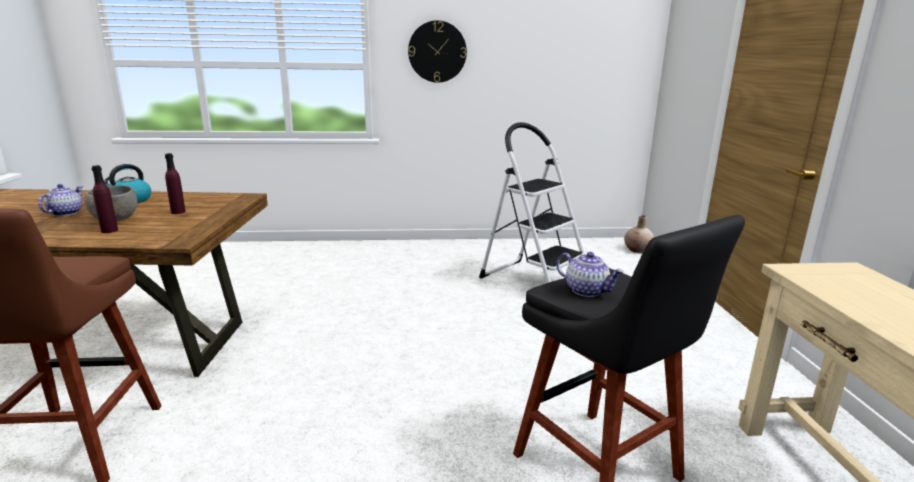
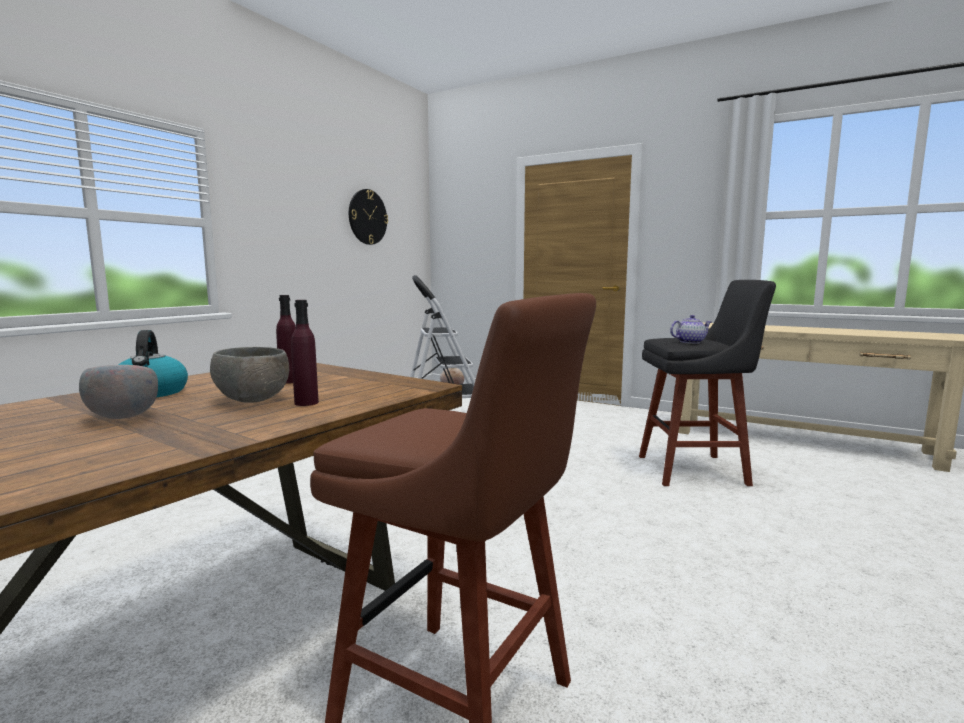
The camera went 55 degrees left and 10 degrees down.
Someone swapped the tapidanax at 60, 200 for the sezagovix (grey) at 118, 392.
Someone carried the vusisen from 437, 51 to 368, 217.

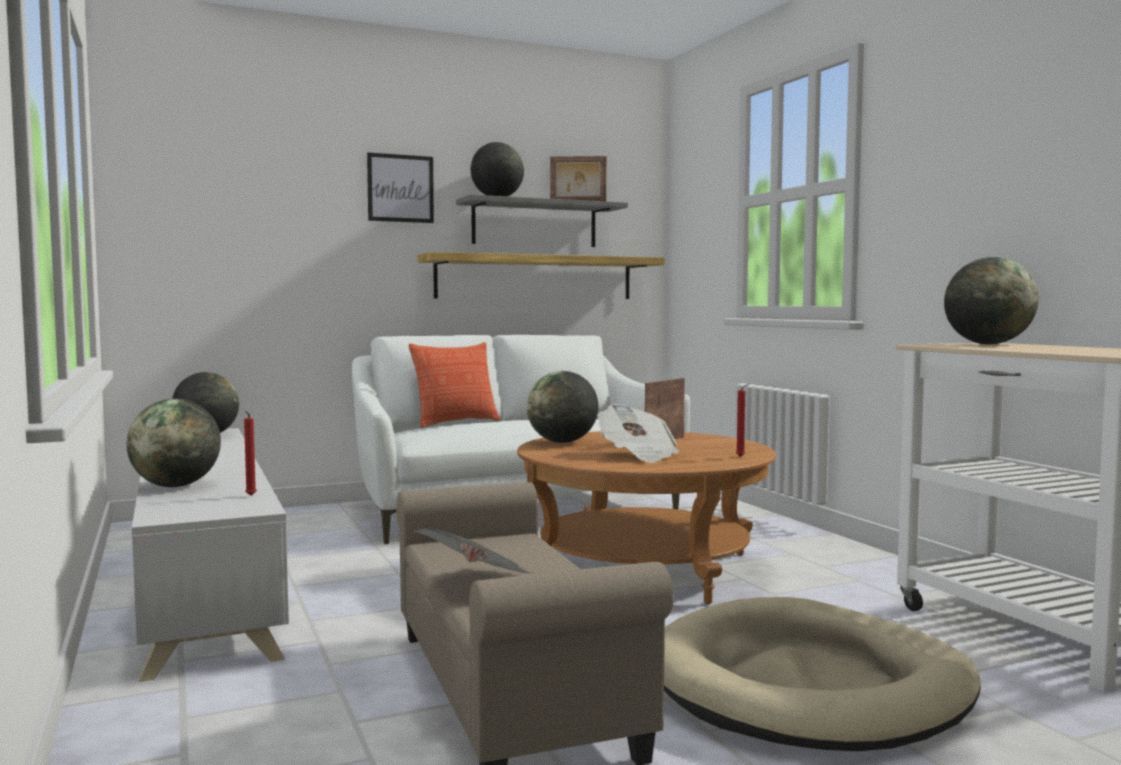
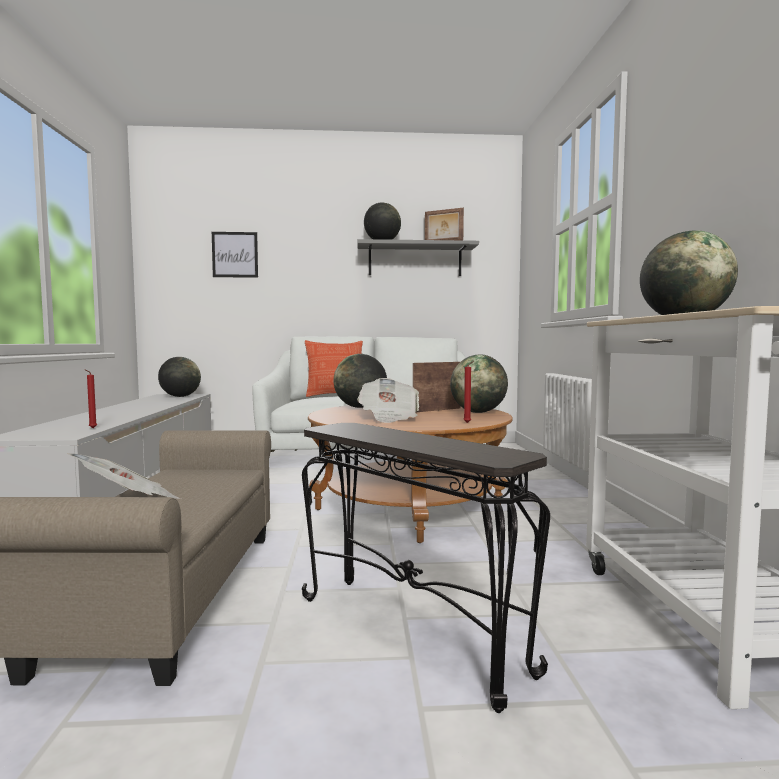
The camera went 20 degrees right and 0 degrees up.
Someone carried the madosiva from 400, 187 to 235, 255.
Someone swapped the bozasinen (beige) at 822, 674 for the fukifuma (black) at 426, 568.
Someone carried the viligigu from 174, 443 to 479, 384.
Someone took away the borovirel at 541, 275.

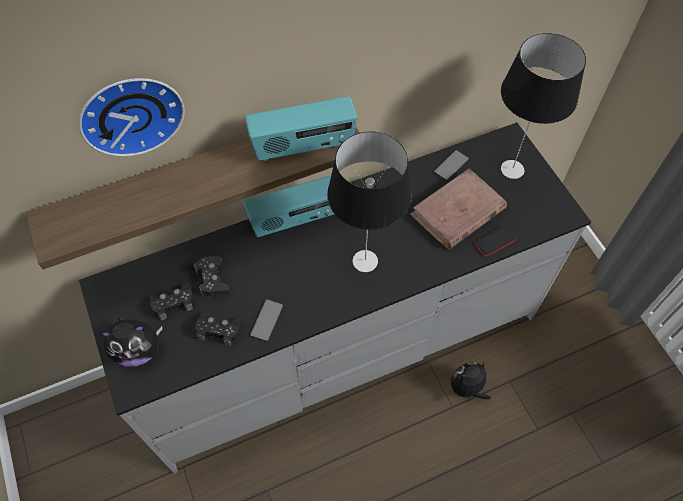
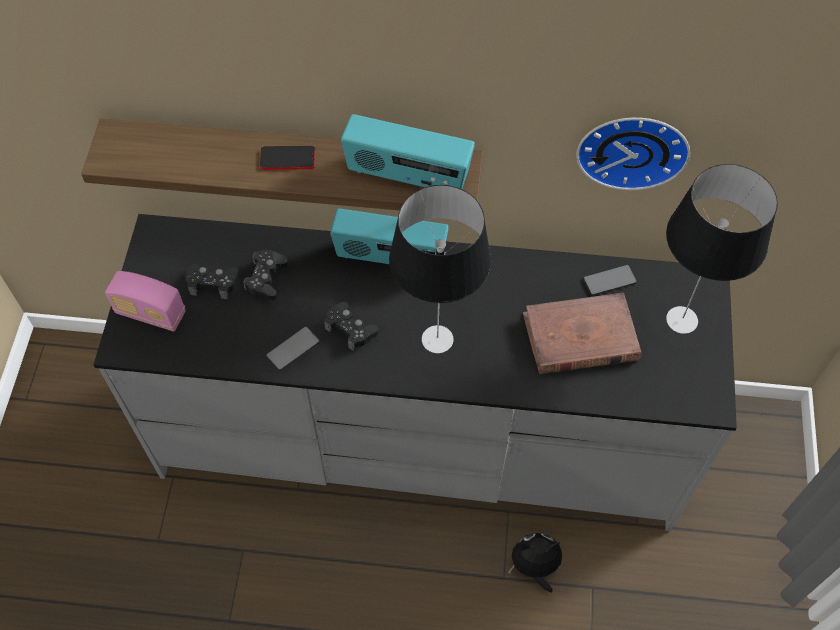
The camera went 30 degrees right and 0 degrees up.
Someone swapped the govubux at 131, 342 for the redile at 145, 301.
Someone carried the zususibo from 495, 241 to 287, 158.
Someone carried the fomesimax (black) from 218, 329 to 351, 326.
Someone carried the vusisen from 132, 117 to 633, 154.

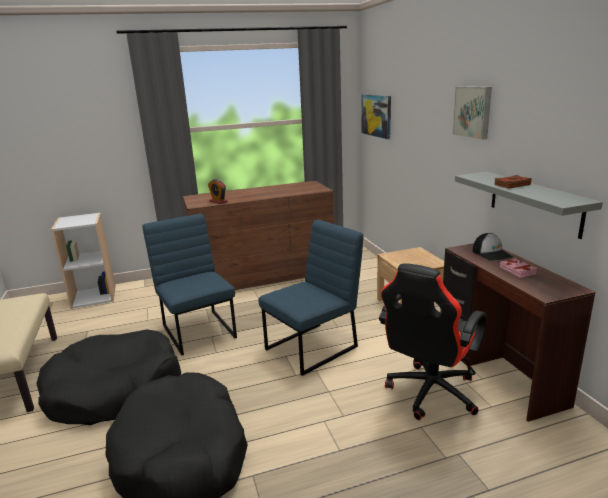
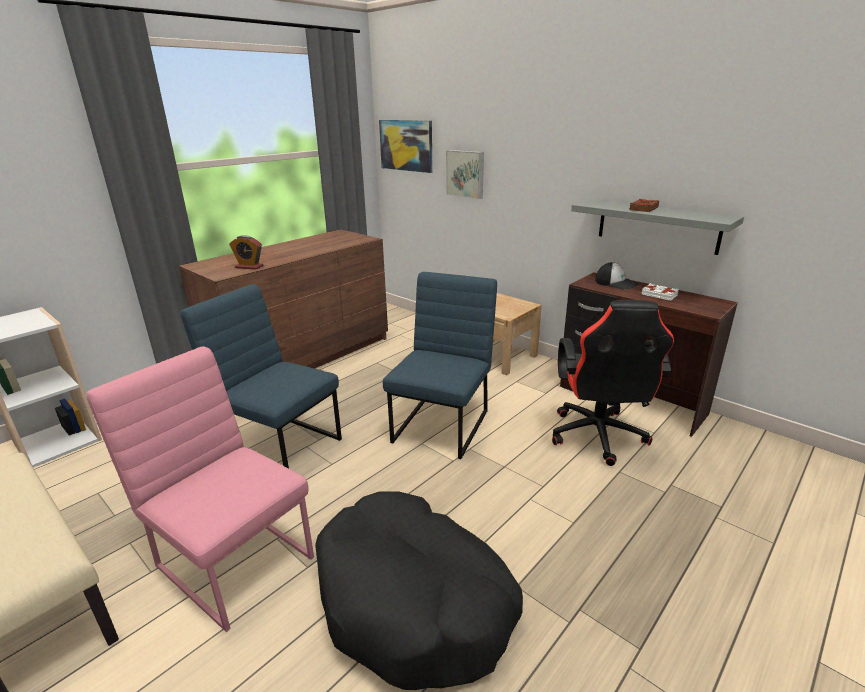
The camera went 30 degrees left and 5 degrees up.
Someone swapped the bozasinen (black) at 108, 377 for the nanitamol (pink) at 200, 489.
Someone carried the madosiva from 472, 113 to 465, 174.
Someone repainted the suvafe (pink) at 518, 268, which became the suvafe (white) at 660, 292.

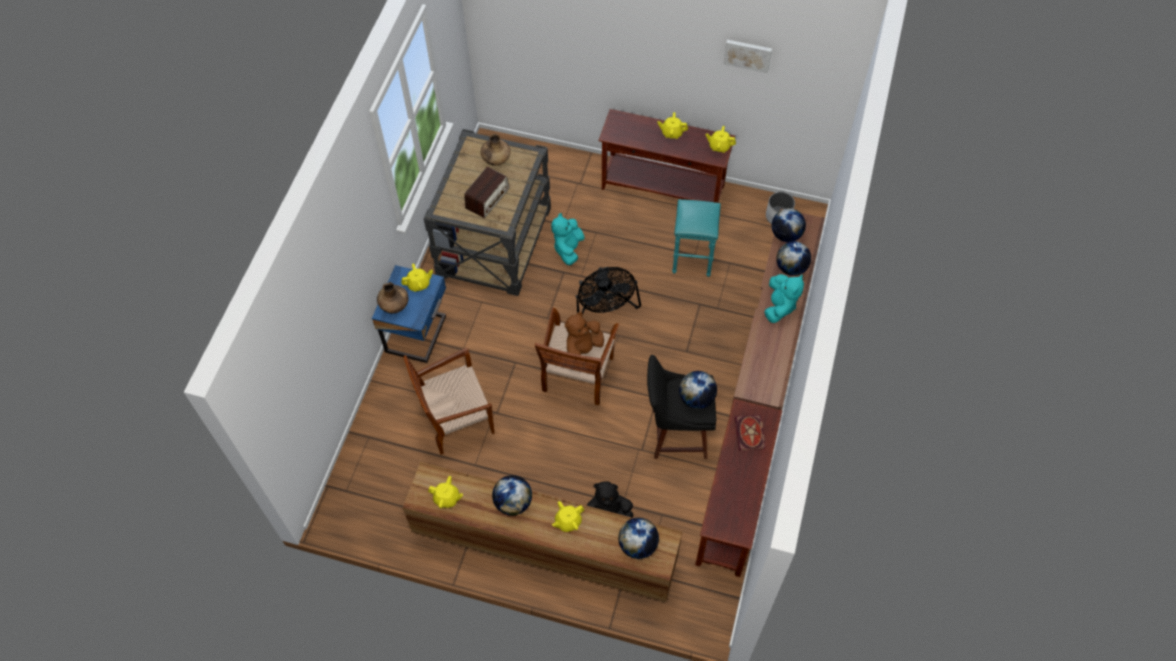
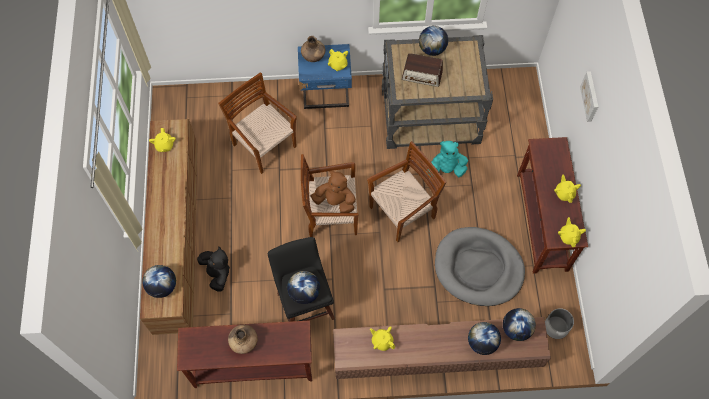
The camera went 70 degrees right and 5 degrees up.
Someone carried the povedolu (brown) from 496, 150 to 243, 339.
Someone swapped the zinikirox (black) at 608, 290 for the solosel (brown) at 406, 192.
Someone carried the tapidanax (yellow) from 568, 516 to 382, 338.
Someone carried the viligigu from 512, 495 to 433, 41.
Someone swapped the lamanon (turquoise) at 696, 238 for the bozasinen (grey) at 480, 266.
Someone carried the madosiva from 747, 56 to 589, 96.
Someone took away the suvafe at 750, 433.
Someone took away the govubux (turquoise) at 784, 298.

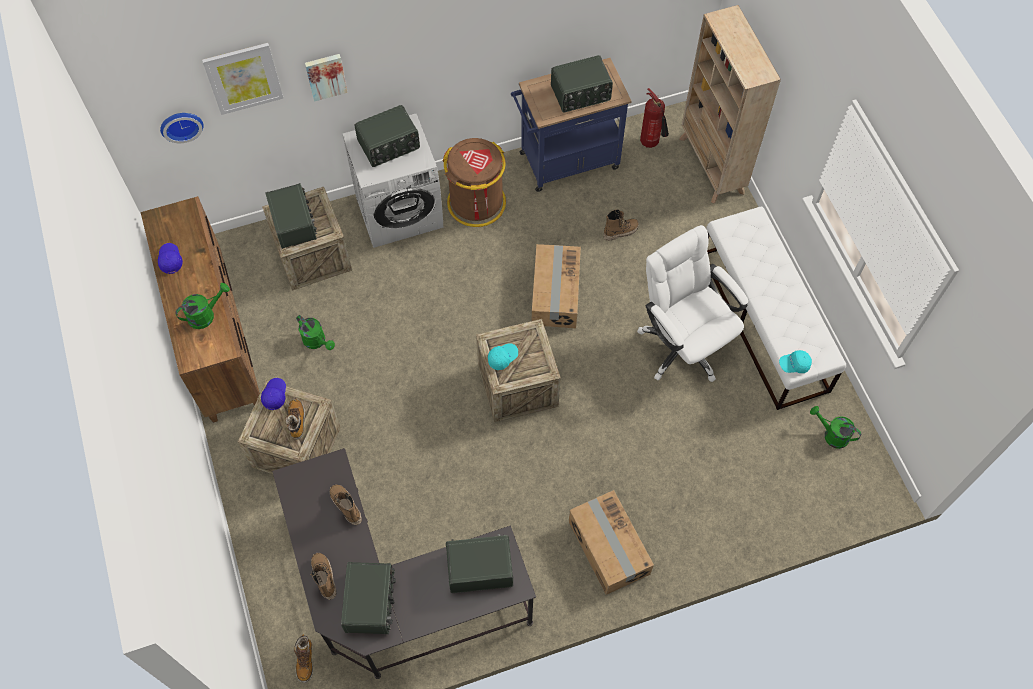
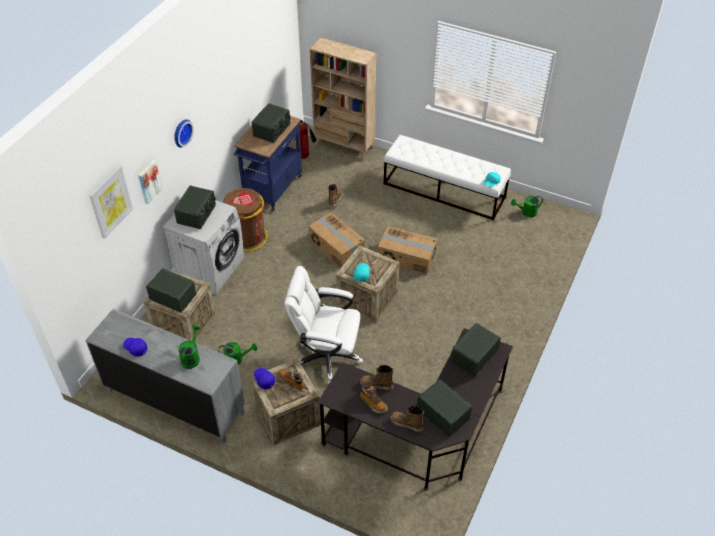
The camera went 45 degrees left and 15 degrees down.
Someone repainted the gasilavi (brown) at 200, 309, which became the gasilavi (grey) at 165, 376.
Someone carried the vusisen from 182, 128 to 184, 133.
Someone carried the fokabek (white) from 693, 303 to 323, 325.
Someone carried the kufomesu from 303, 658 to 374, 398.
Someone carried the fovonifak from 611, 542 to 407, 250.

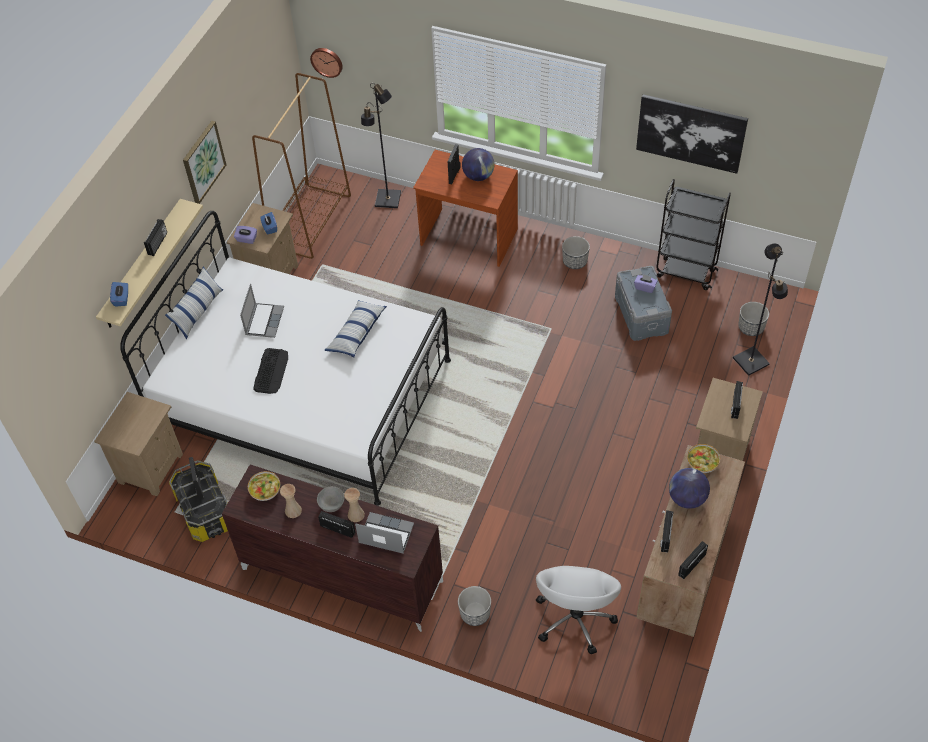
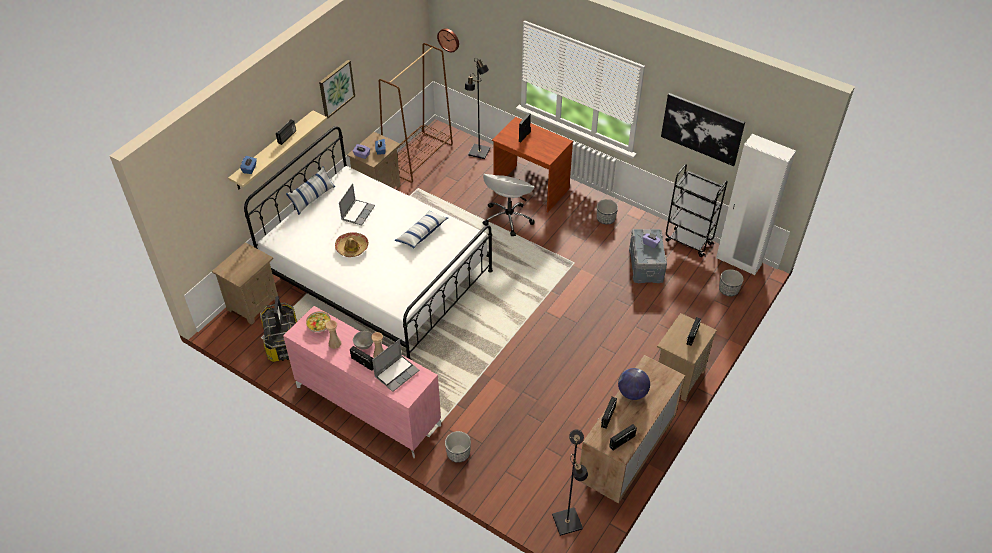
The camera went 10 degrees right and 5 degrees down.
Someone repainted the gasilavi (brown) at 332, 548, which became the gasilavi (pink) at 362, 382.
Someone swapped the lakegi at 270, 371 for the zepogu at 352, 244.
Someone rotated the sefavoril at 384, 532 by 105 degrees clockwise.
Someone carried the fokabek (white) from 578, 610 to 508, 205.
Someone carried the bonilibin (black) from 760, 309 to 570, 482.
Someone put down the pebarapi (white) at 756, 204.
Someone took away the viligigu at 478, 164.
Someone took away the sezagovix at 703, 458.

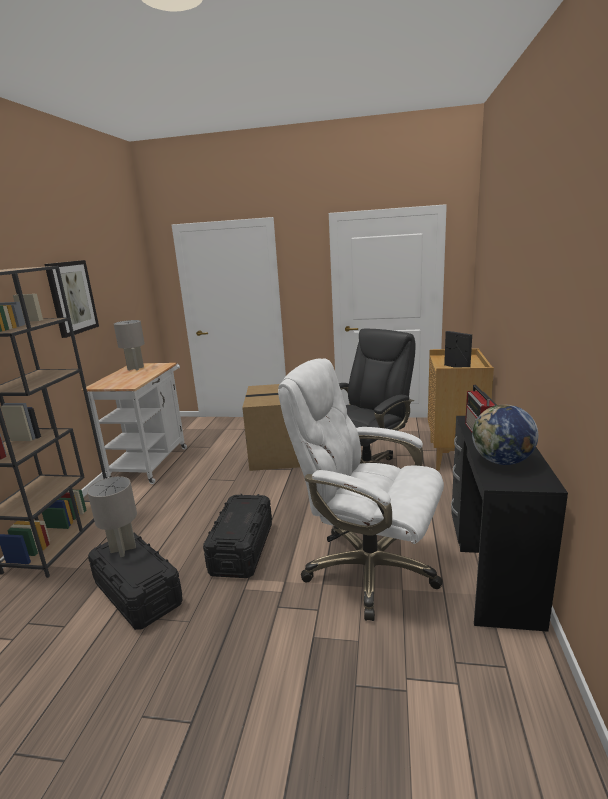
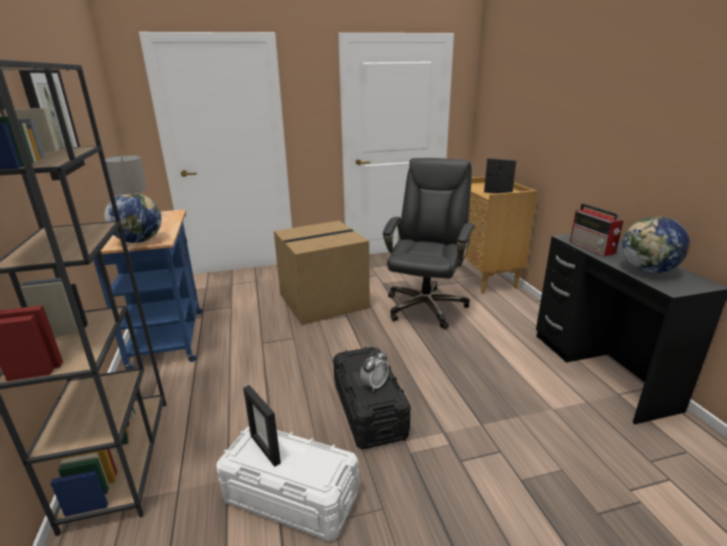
The camera went 25 degrees left and 5 degrees up.
Someone repainted the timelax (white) at 134, 423, which became the timelax (blue) at 148, 289.
Someone put down the viligigu at 133, 218.
Someone repainted the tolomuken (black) at 135, 581, which became the tolomuken (white) at 287, 483.
Someone swapped the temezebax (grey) at 112, 516 for the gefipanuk at 262, 426.
Someone put down the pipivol at 374, 370.
Someone took away the fokabek (white) at 361, 489.

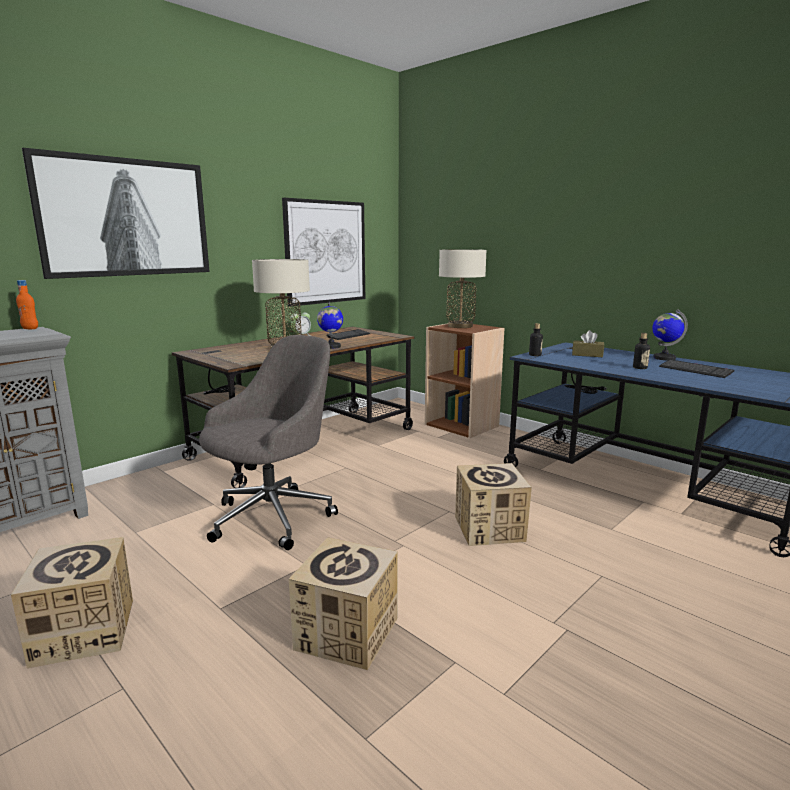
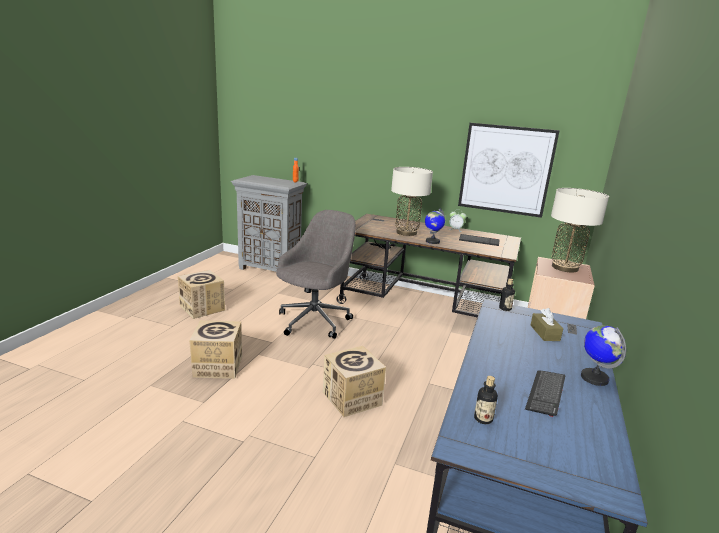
The camera went 65 degrees right and 5 degrees up.
Someone rotated the fokabek (grey) at 268, 442 by 75 degrees counterclockwise.
Someone carried the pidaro from 641, 351 to 486, 400.
Someone took away the madosiva at 116, 213.

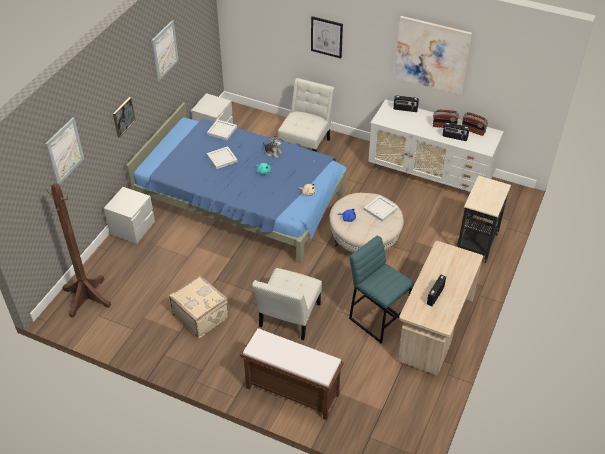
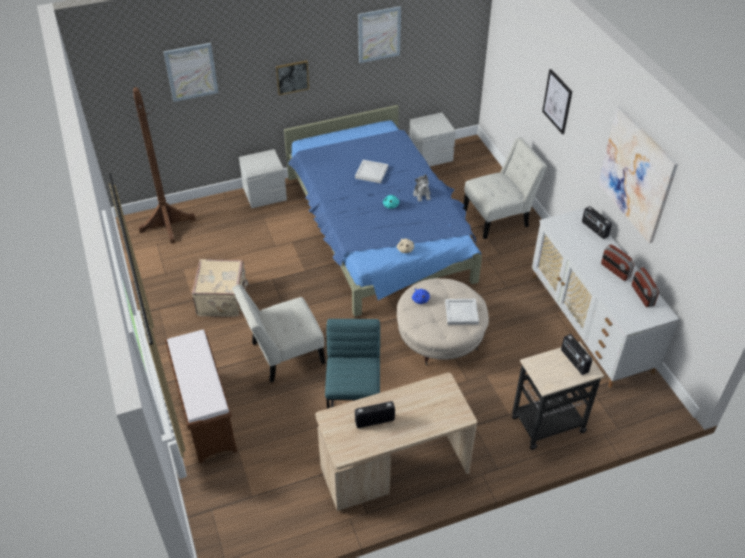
The camera went 45 degrees right and 0 degrees up.
Someone carried the redile from 456, 131 to 576, 354.
Someone took away the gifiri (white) at 222, 129.

